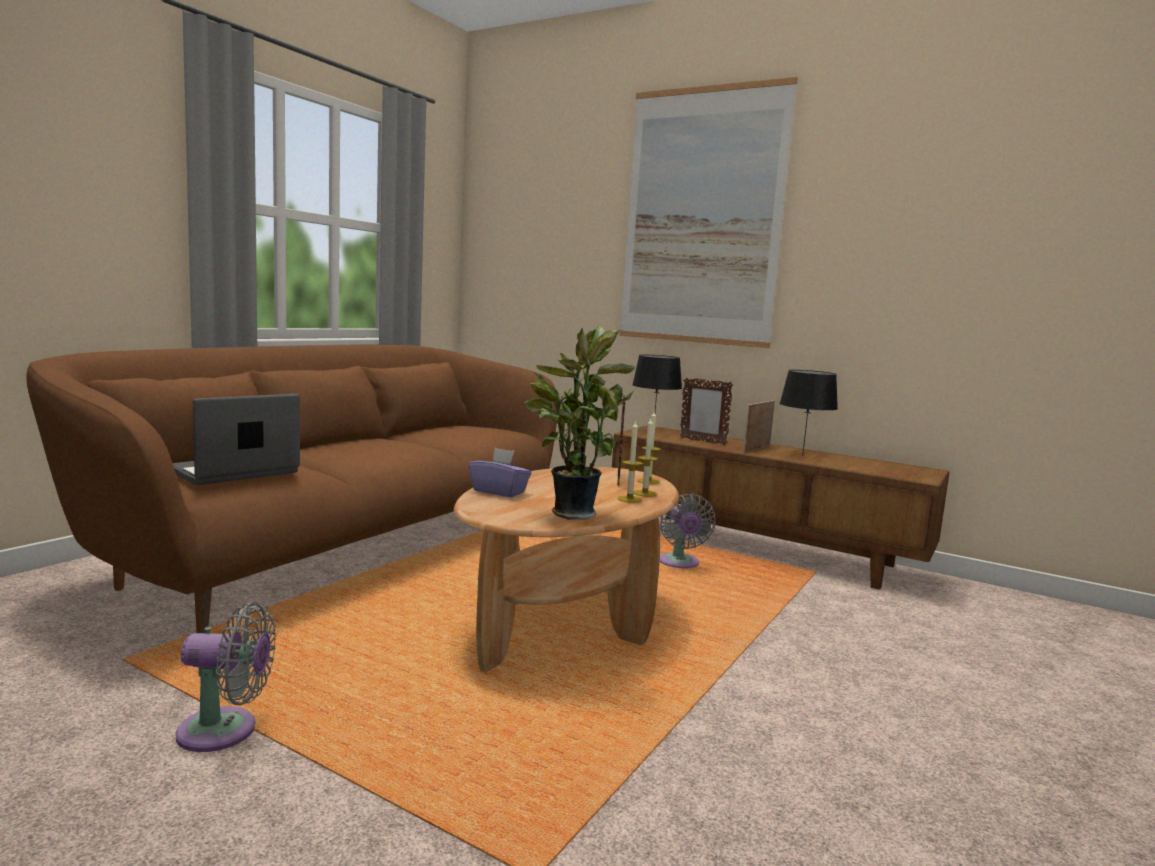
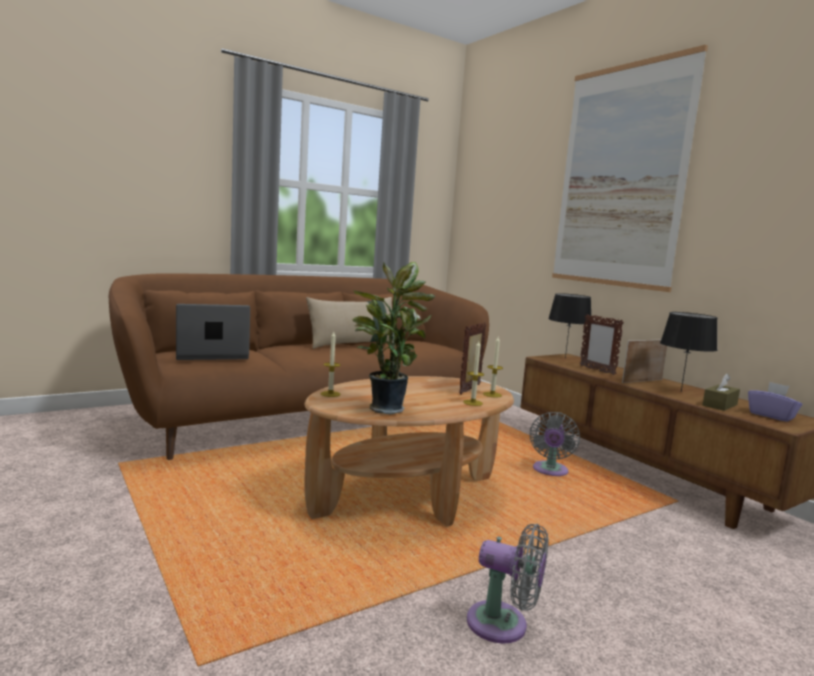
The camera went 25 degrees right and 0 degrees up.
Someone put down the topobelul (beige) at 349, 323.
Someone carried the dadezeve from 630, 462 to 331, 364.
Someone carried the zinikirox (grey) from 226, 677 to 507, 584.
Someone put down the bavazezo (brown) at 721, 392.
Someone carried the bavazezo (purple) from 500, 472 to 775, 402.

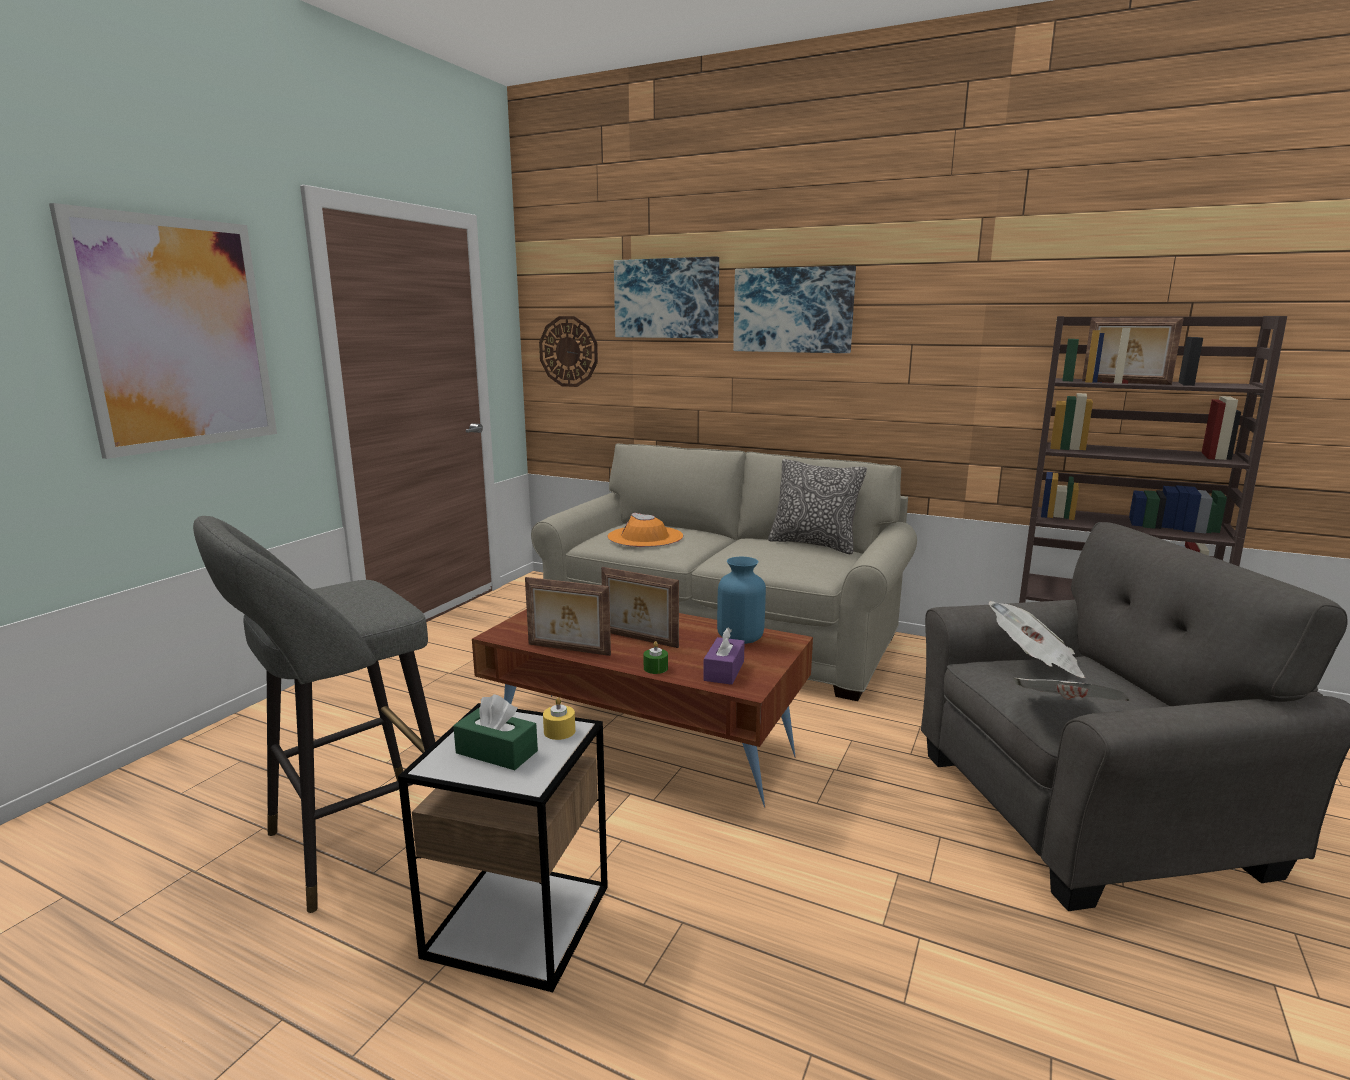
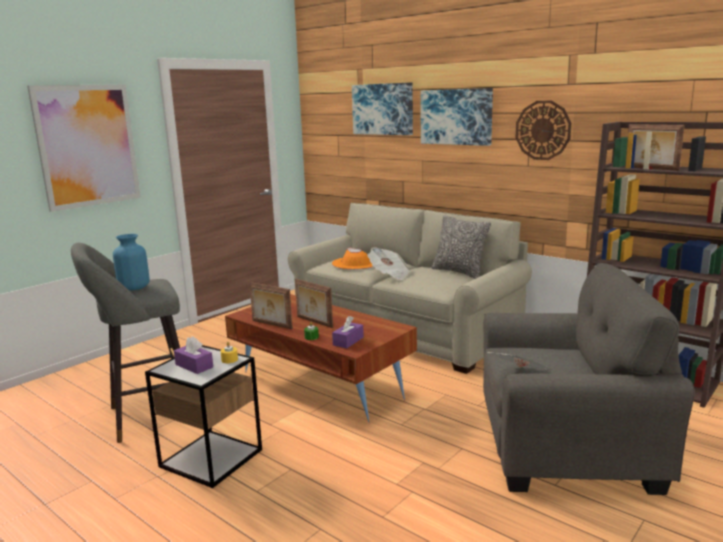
The camera went 15 degrees right and 0 degrees up.
Someone carried the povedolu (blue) from 741, 600 to 131, 262.
Someone repainted the bavazezo (green) at 495, 732, which became the bavazezo (purple) at 193, 355.
Someone carried the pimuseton from 1037, 639 to 389, 264.
Someone carried the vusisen from 568, 351 to 543, 130.

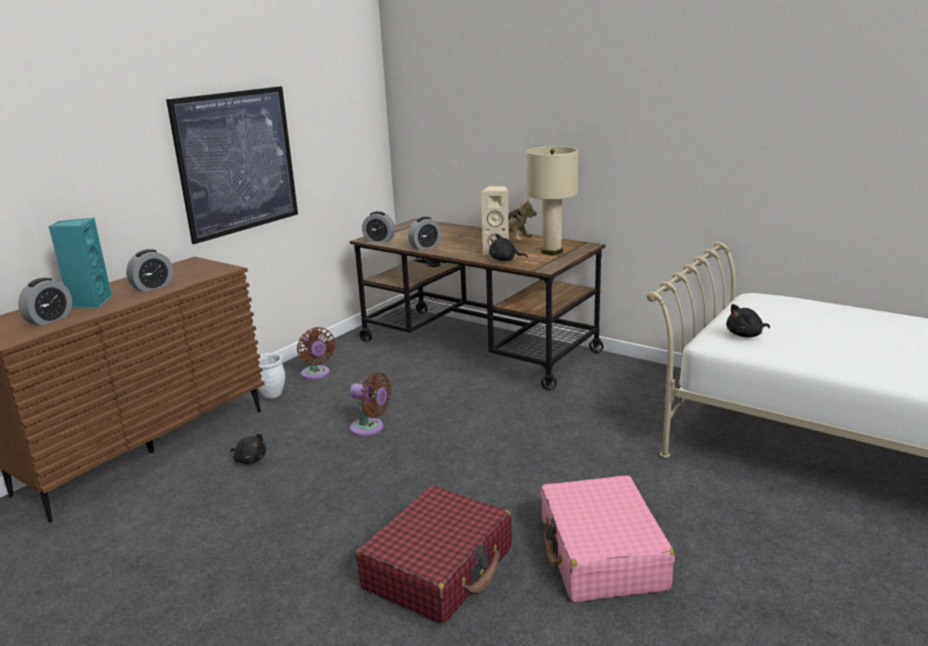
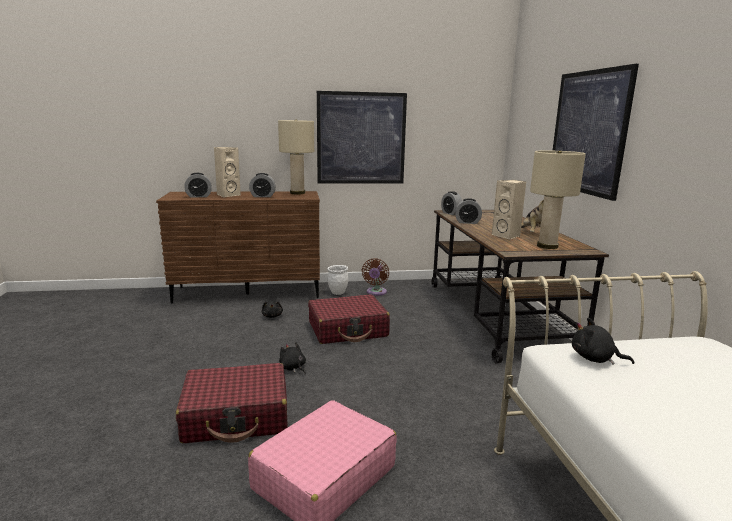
The camera went 45 degrees right and 5 degrees down.
Someone repainted the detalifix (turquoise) at 80, 263, which became the detalifix (beige) at 227, 172.
Someone put down the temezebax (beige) at 296, 157.
Someone carried the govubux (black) from 508, 247 to 292, 358.
Someone swapped the zinikirox (brown) at 370, 404 for the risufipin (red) at 349, 319.
Someone put up the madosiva at 595, 132.

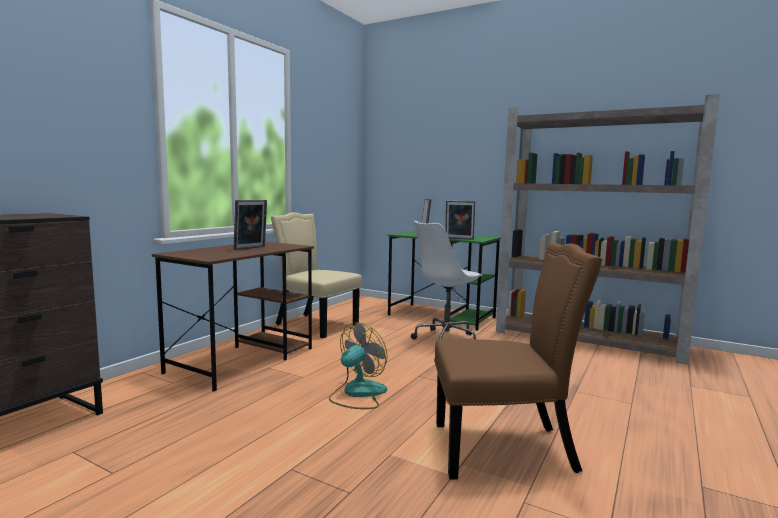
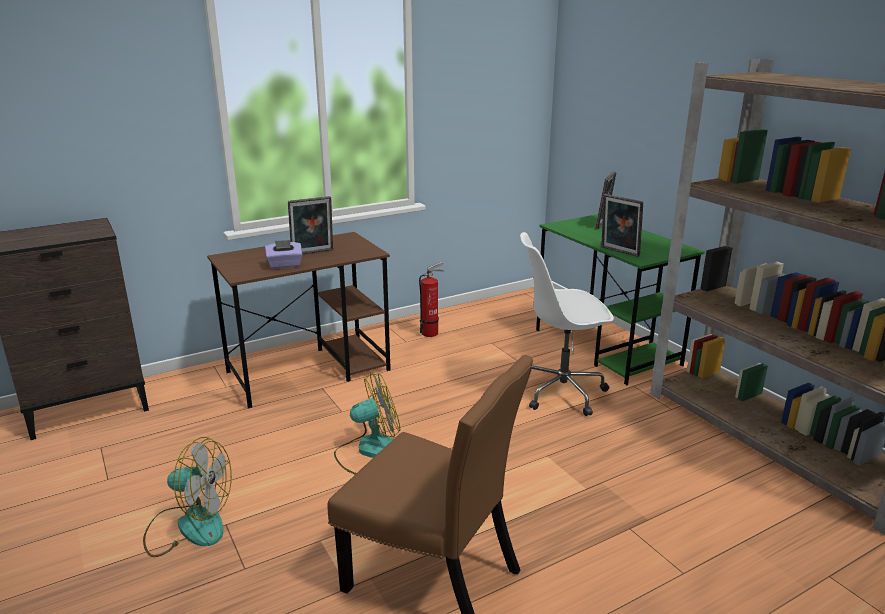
The camera went 30 degrees right and 15 degrees up.
Someone put down the zinikirox at 187, 497.
Someone put down the bavazezo (purple) at 283, 254.
Someone swapped the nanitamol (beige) at 316, 275 for the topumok at 431, 299.

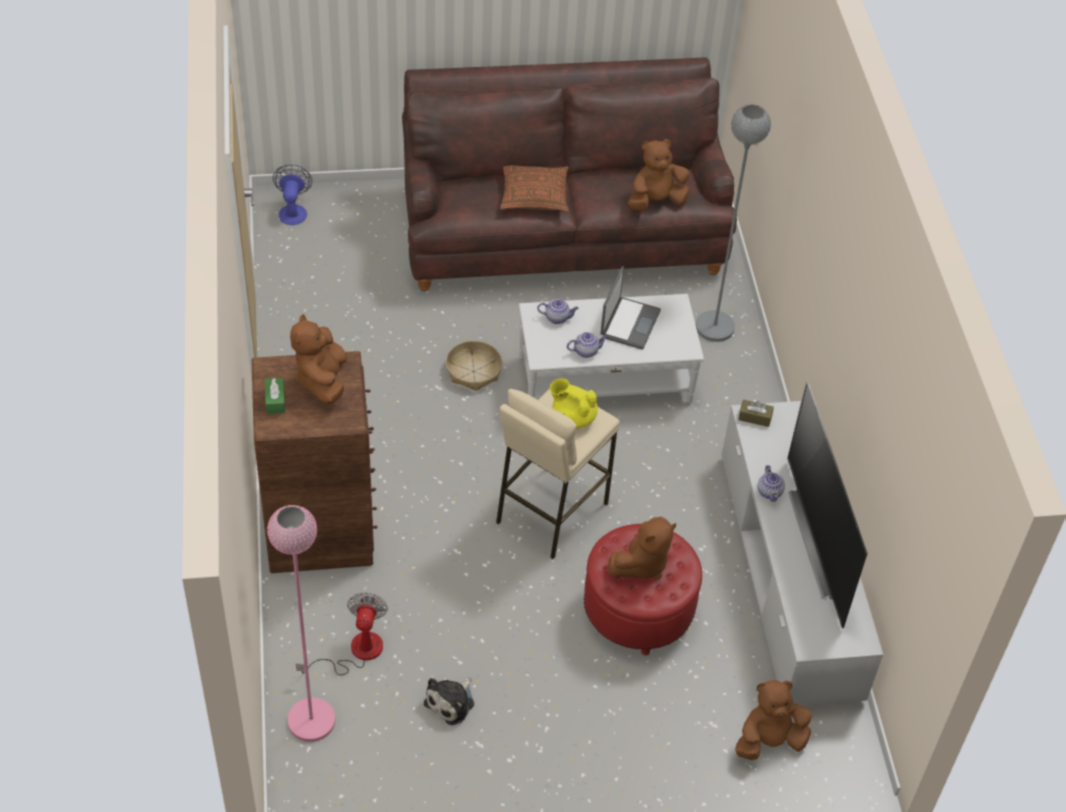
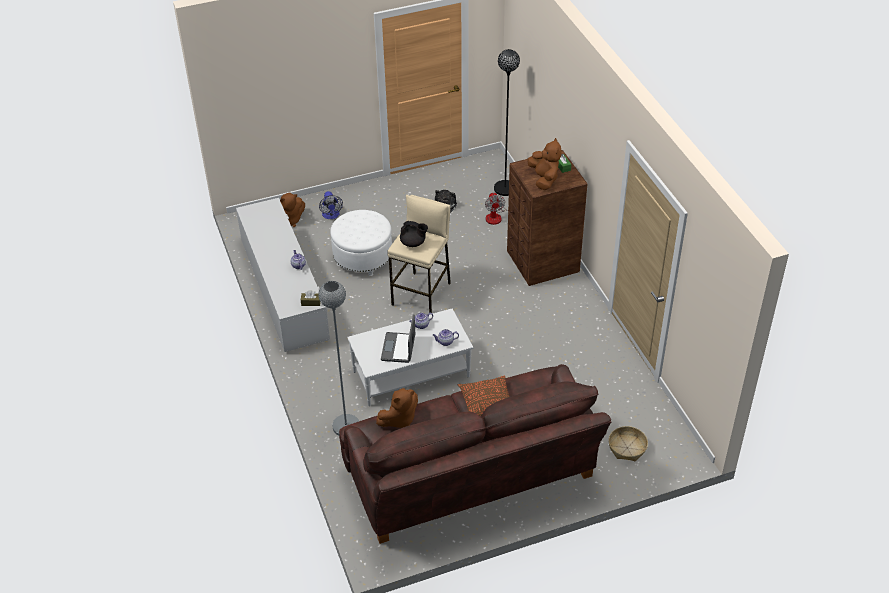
The camera went 170 degrees right and 5 degrees down.
Someone carried the zinikirox from 292, 195 to 331, 205.
Someone repainted the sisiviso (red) at 643, 589, which became the sisiviso (white) at 361, 243.
Someone repainted the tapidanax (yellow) at 573, 403, which became the tapidanax (black) at 414, 234.
Someone repainted the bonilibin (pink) at 301, 623, which became the bonilibin (black) at 507, 122.
Someone carried the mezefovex from 474, 366 to 628, 443.
Someone took away the govubux (brown) at 642, 548.
Someone took away the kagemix at 827, 504.

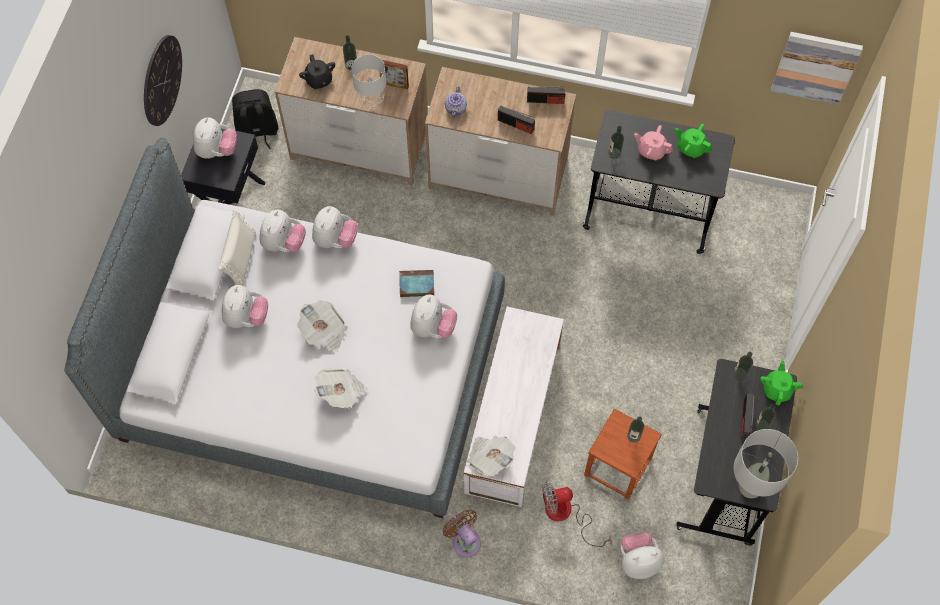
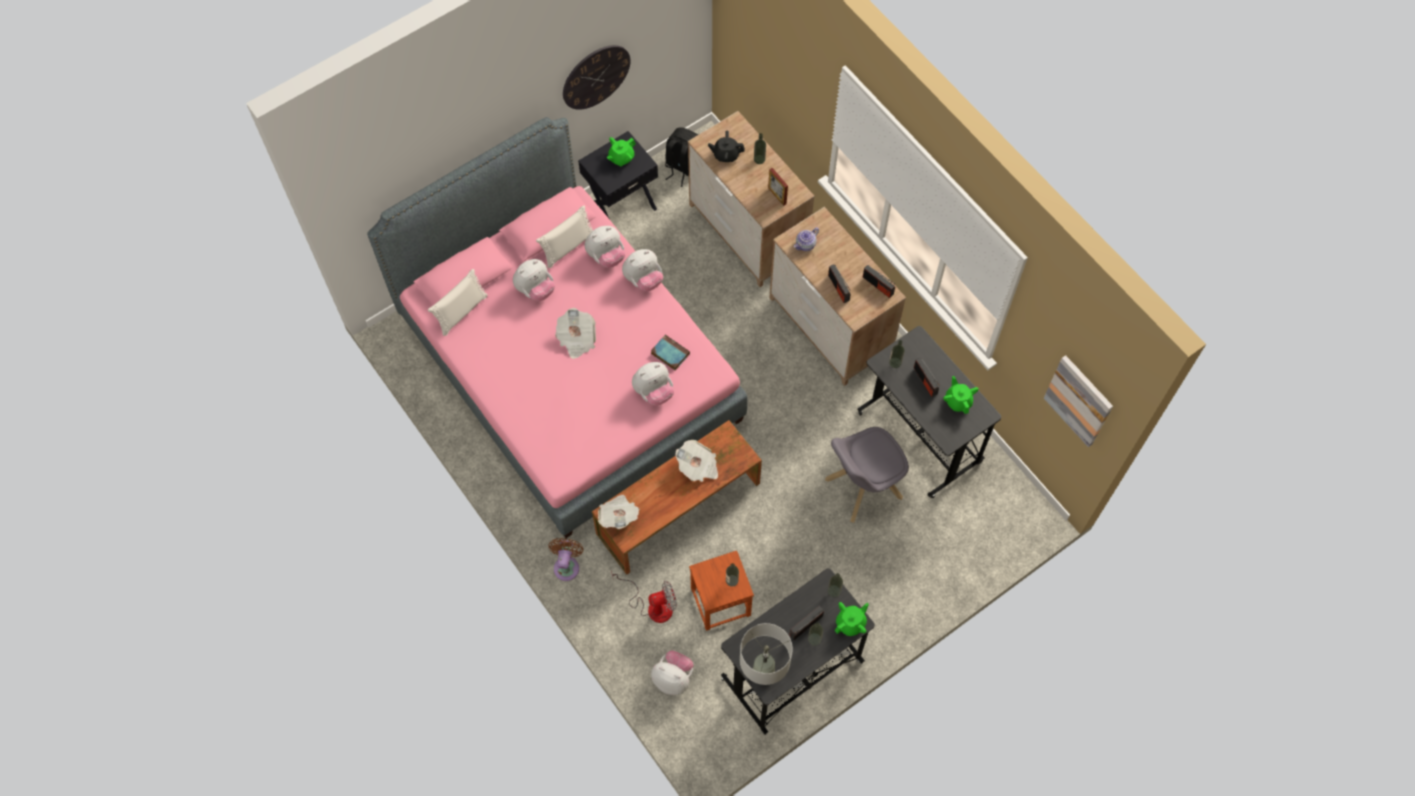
The camera went 40 degrees right and 0 degrees up.
Someone repainted the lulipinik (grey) at 284, 328, which became the lulipinik (pink) at 557, 327.
Someone put down the topobelul (white) at 458, 302.
Someone repainted the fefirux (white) at 513, 407, which became the fefirux (brown) at 677, 497.
Someone swapped the govubux at 215, 138 for the tapidanax (green) at 621, 151.
Someone rotated the zinikirox at 577, 514 by 135 degrees clockwise.
Someone carried the pimuseton from 341, 388 to 696, 461.
Someone rotated the tapidanax (black) at 317, 71 by 75 degrees clockwise.
Someone put down the nanitamol (grey) at 867, 475.
Someone swapped the tapidanax (pink) at 653, 142 for the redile at 926, 377.
Someone took away the temezebax (grey) at 369, 81.

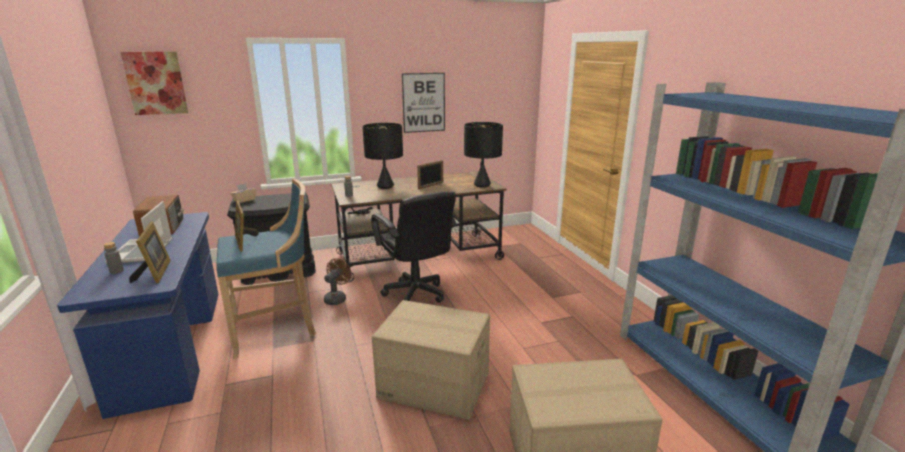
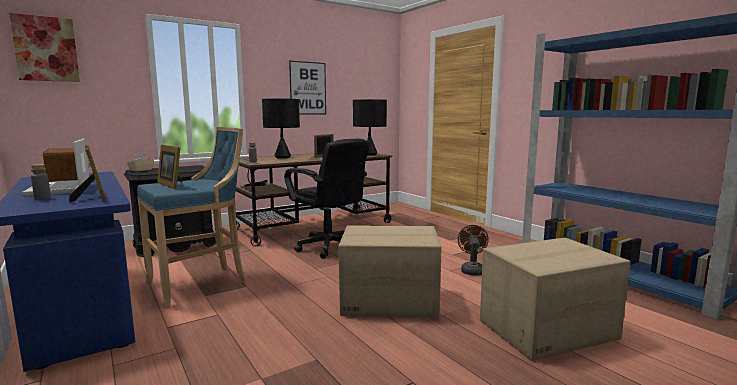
The camera went 15 degrees left and 10 degrees down.
Someone carried the zinikirox (brown) from 337, 281 to 473, 250.

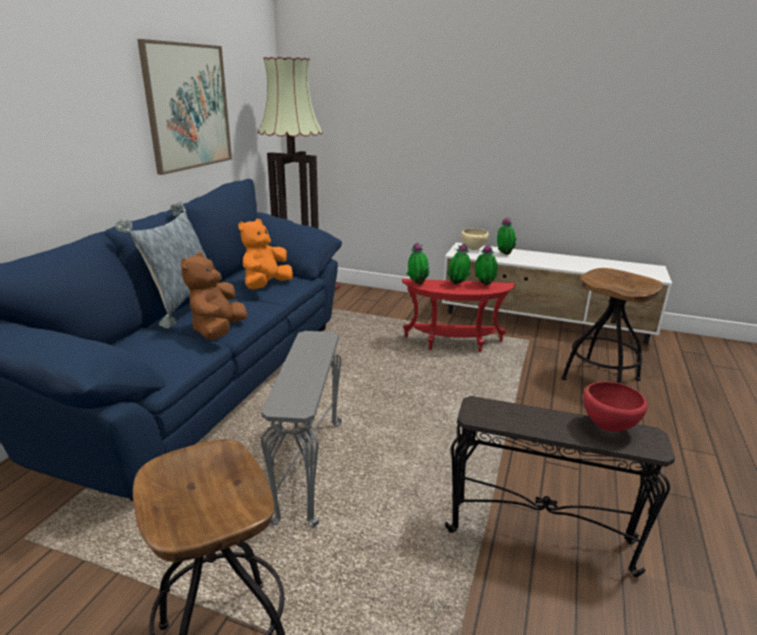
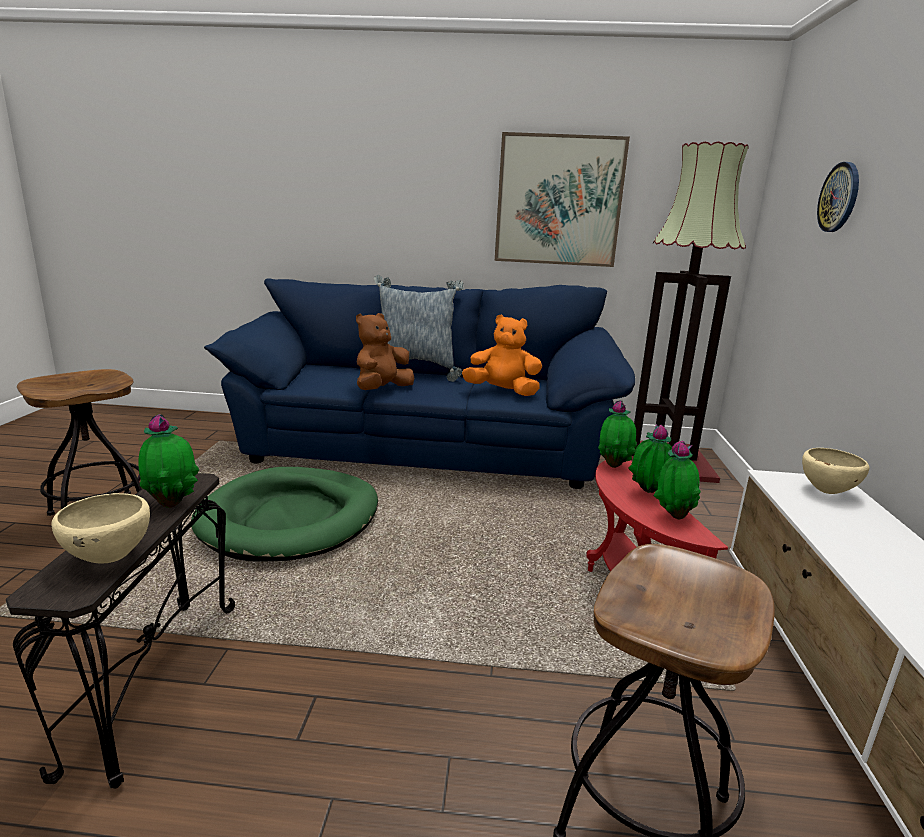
The camera went 75 degrees right and 5 degrees down.
Someone repainted the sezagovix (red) at 615, 407, which became the sezagovix (beige) at 100, 528.
Someone carried the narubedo from 507, 236 to 168, 461.
Someone swapped the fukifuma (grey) at 301, 429 for the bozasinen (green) at 284, 514.
Someone rotated the govubux (brown) at 214, 296 by 45 degrees counterclockwise.
Someone put up the vusisen at 838, 197.

